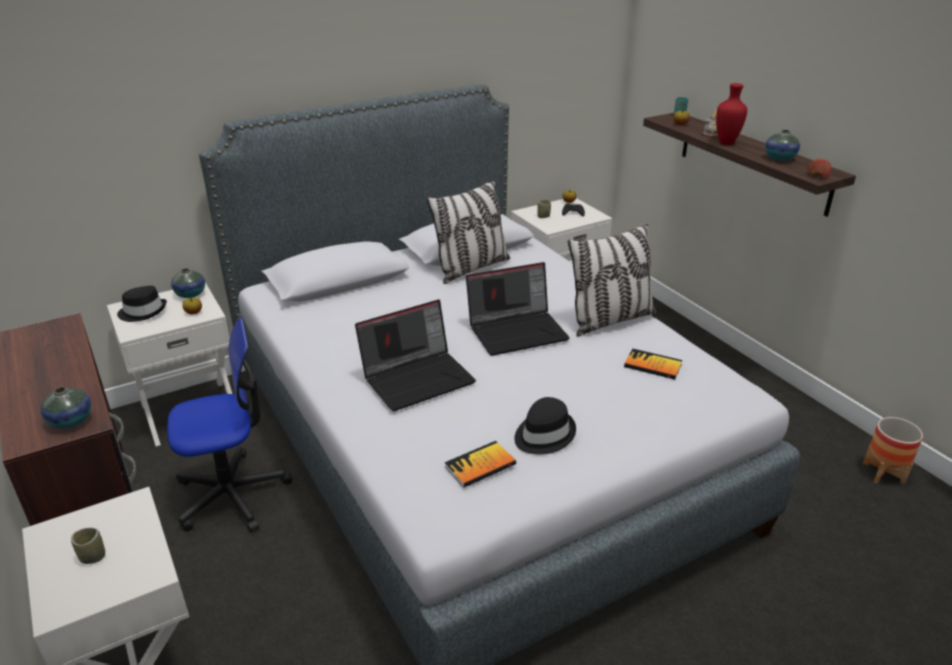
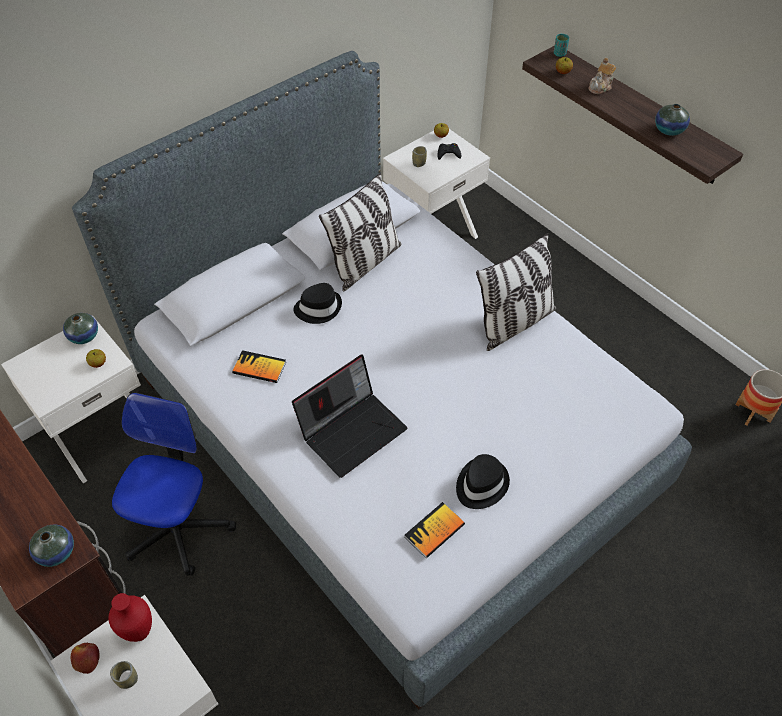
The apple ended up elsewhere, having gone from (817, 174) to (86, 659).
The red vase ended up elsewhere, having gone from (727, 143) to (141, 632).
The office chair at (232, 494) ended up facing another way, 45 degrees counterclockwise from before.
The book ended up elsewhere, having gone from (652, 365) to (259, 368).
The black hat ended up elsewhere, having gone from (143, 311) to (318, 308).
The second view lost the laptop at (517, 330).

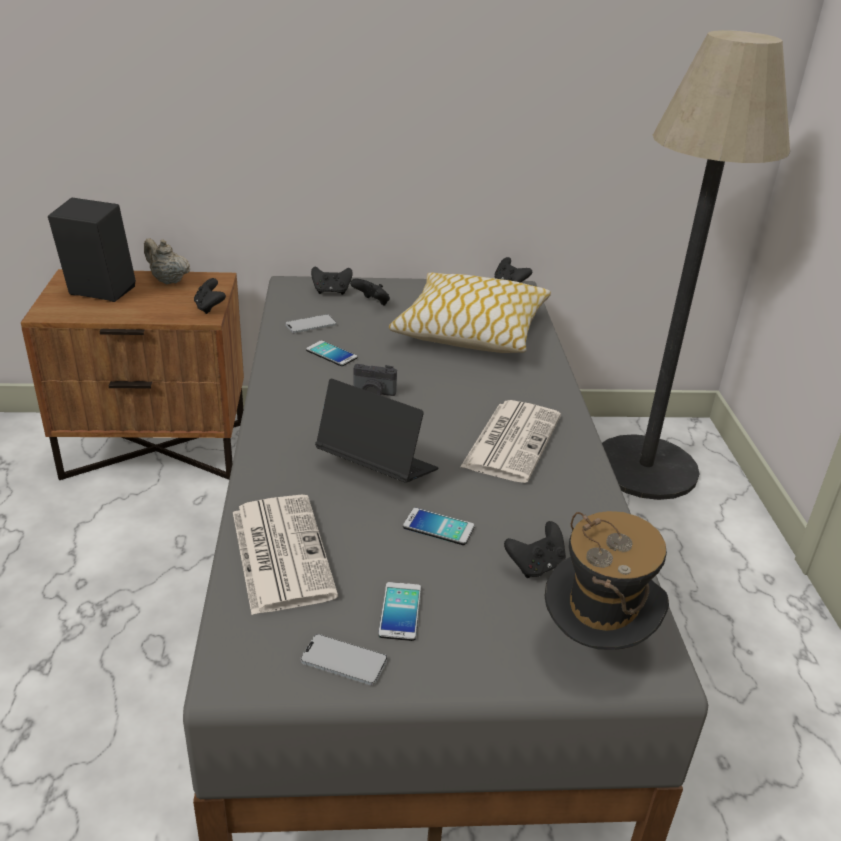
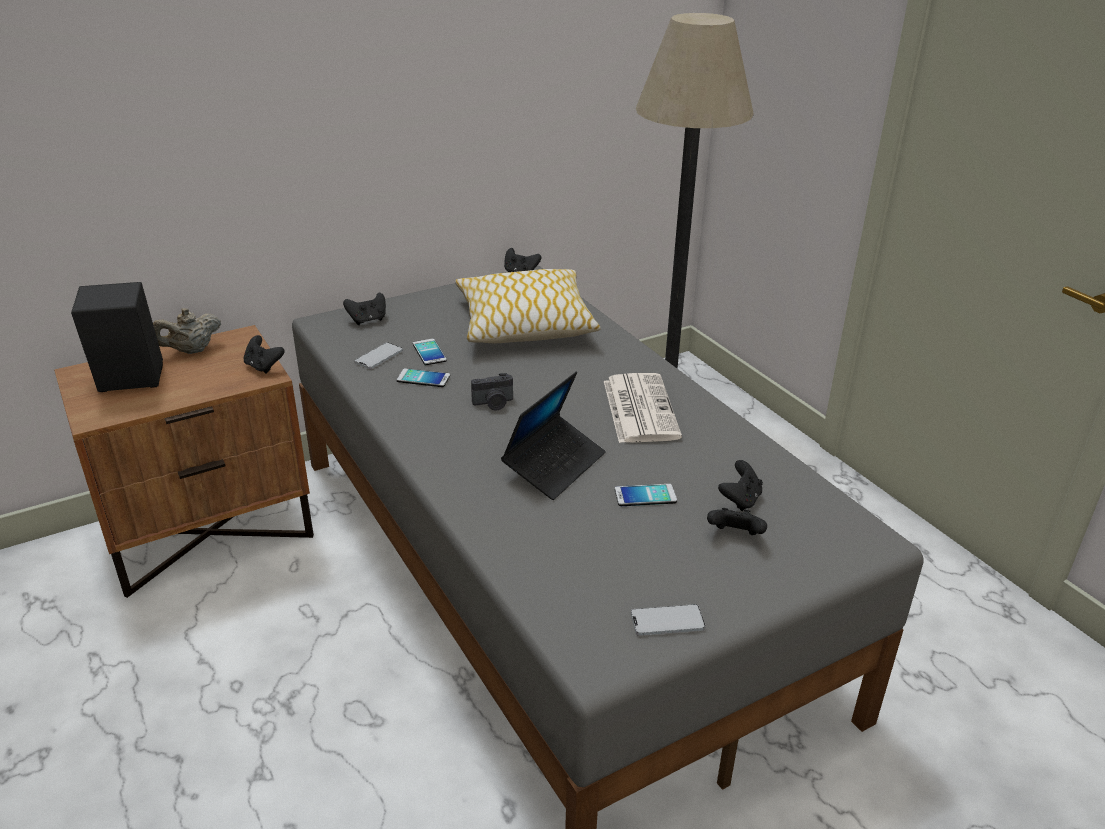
The beige teapot at (167, 280) ended up facing another way, 45 degrees counterclockwise from before.
The phone ended up elsewhere, having gone from (400, 611) to (429, 352).
The laptop at (376, 468) ended up facing another way, 120 degrees clockwise from before.
The black game controller ended up elsewhere, having gone from (372, 303) to (735, 536).
The second view lost the newspaper at (280, 552).
The second view lost the hat at (595, 647).

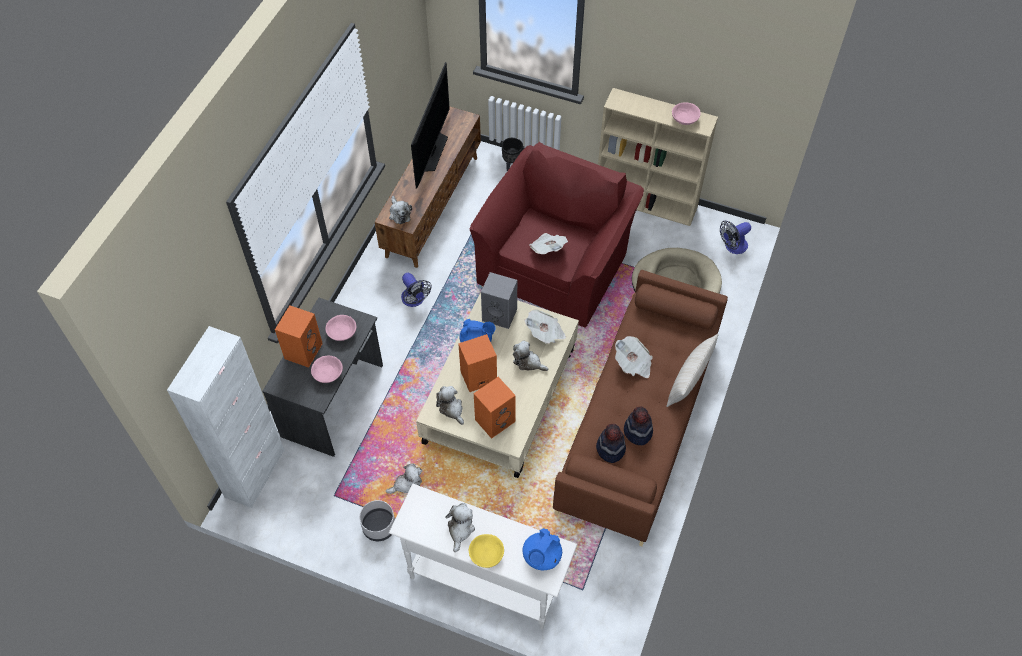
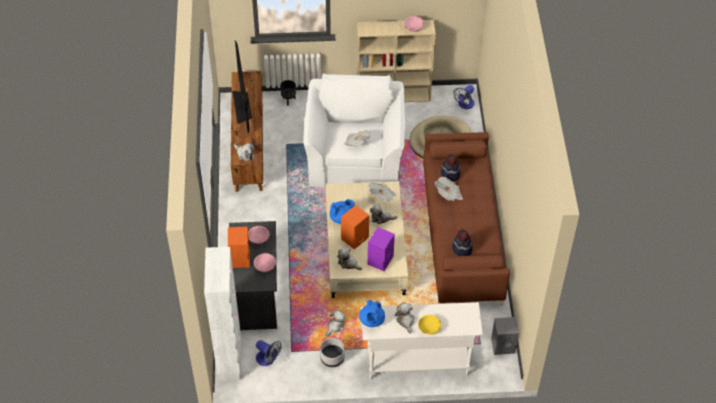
The fan ended up elsewhere, having gone from (415, 300) to (268, 359).
What was the red armchair at (556, 262) turned into the white armchair at (354, 154).
The blue teapot ended up elsewhere, having gone from (541, 557) to (372, 321).
What was the orange speaker at (495, 419) turned into the purple speaker at (380, 259).
The hat ended up elsewhere, having gone from (637, 431) to (450, 174).
The grey speaker ended up elsewhere, having gone from (500, 314) to (503, 345).
The second view lost the beige pillow at (689, 379).

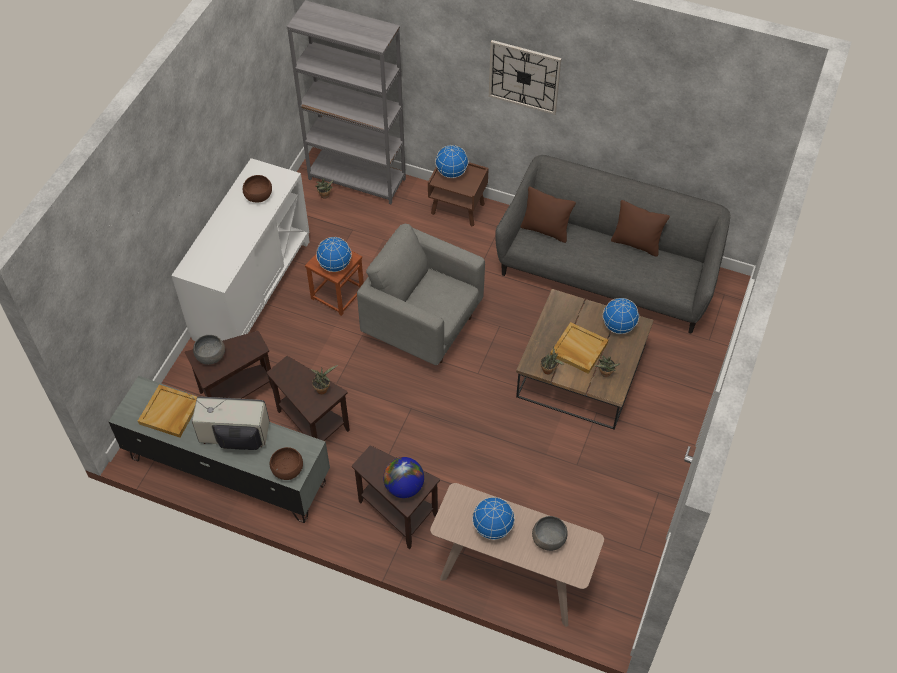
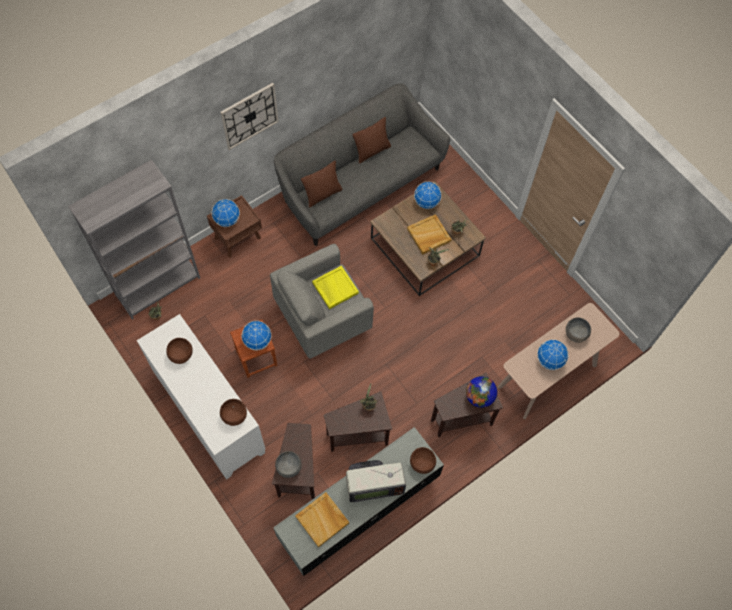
The second view gained the brown bowl at (234, 415).
The second view gained the yellow tray at (335, 288).
The television at (235, 437) ended up facing another way, 135 degrees counterclockwise from before.

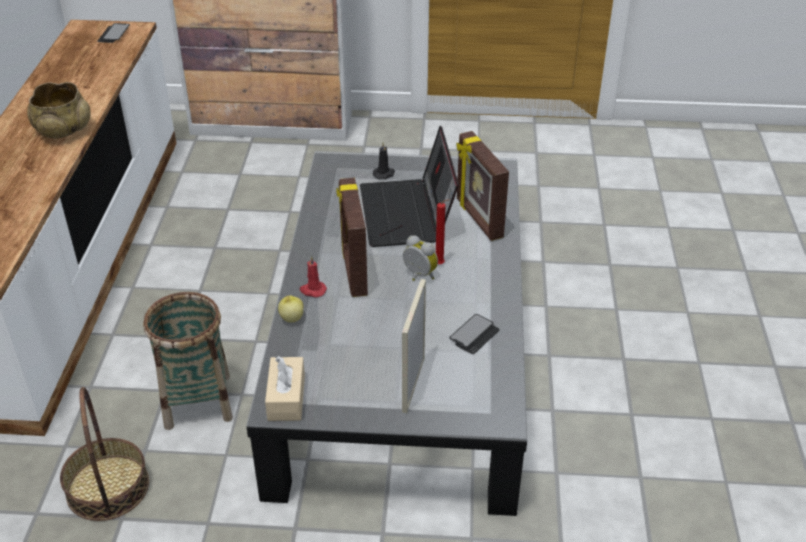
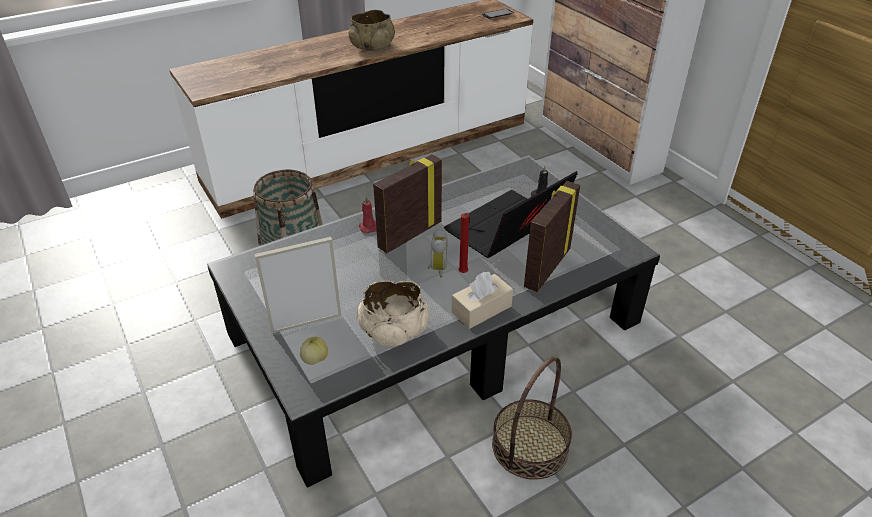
The apple ended up elsewhere, having gone from (291, 318) to (315, 359).
Where the phone stood at (474, 335), the beige bowl came to stand at (394, 330).
The beige tissue box ended up elsewhere, having gone from (286, 397) to (481, 309).
The basket ended up elsewhere, having gone from (108, 487) to (530, 446).

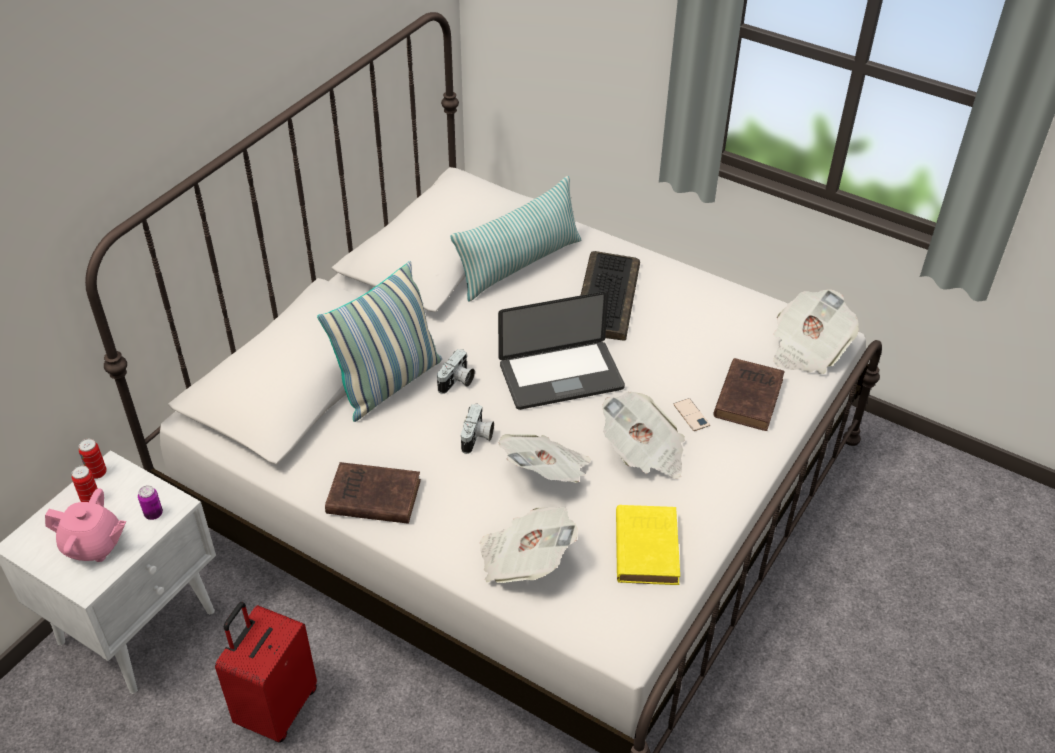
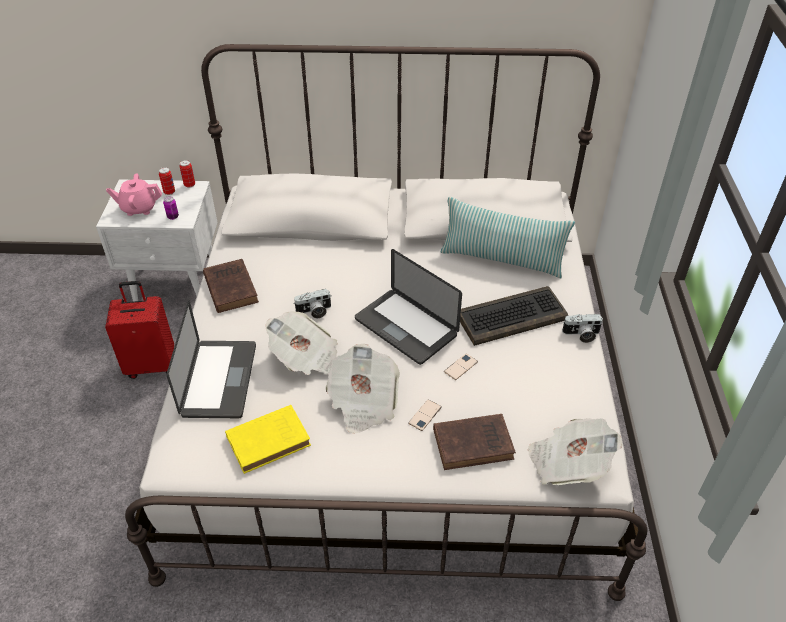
The pink teapot at (93, 545) ended up facing another way, 105 degrees clockwise from before.
Where the newspaper stood at (524, 560), the laptop came to stand at (219, 380).
The second view gained the phone at (460, 367).
The photo camera ended up elsewhere, having gone from (457, 382) to (581, 335).
The second view lost the pillow at (389, 383).

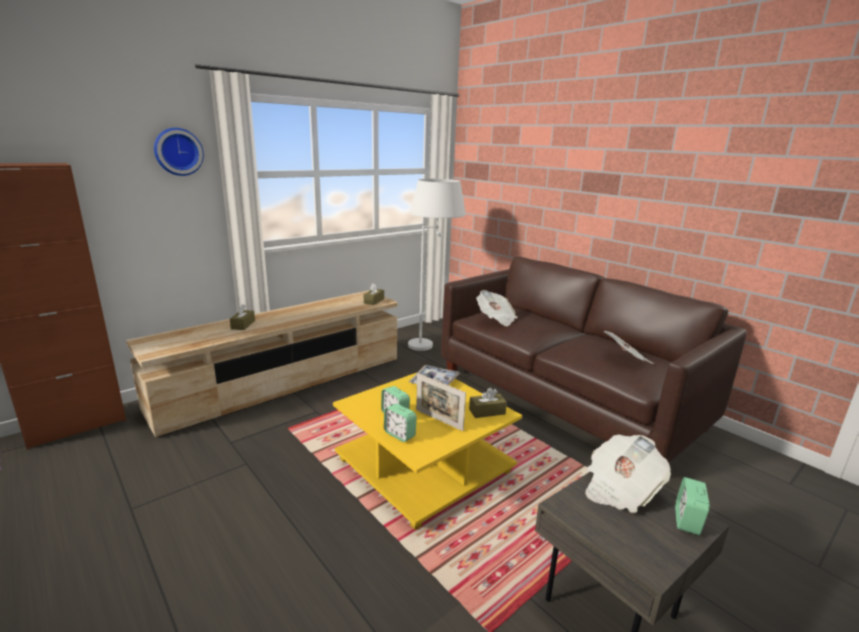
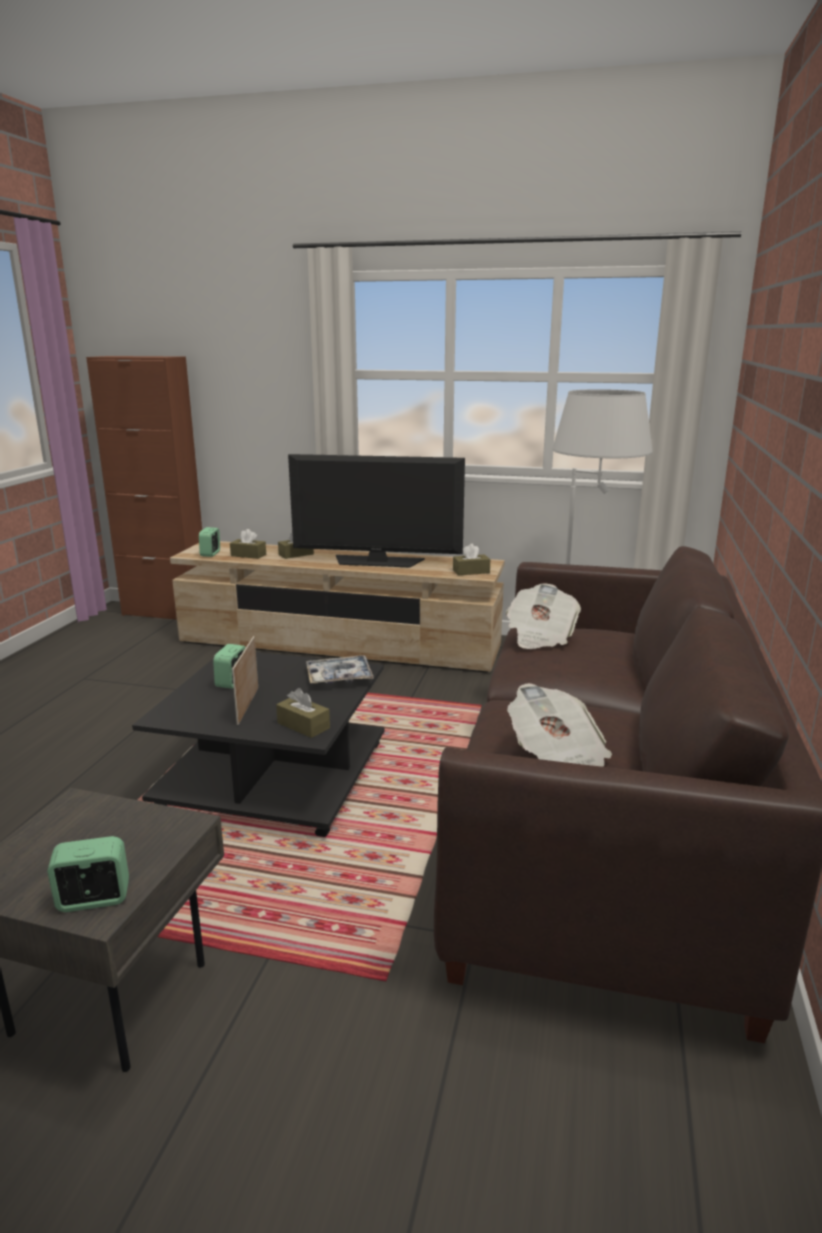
What was the yellow coffee table at (426, 466) turned into the black coffee table at (275, 777).
The alarm clock ended up elsewhere, having gone from (399, 434) to (210, 554).
The second view gained the brown tissue box at (248, 555).
The second view gained the television at (377, 561).
The second view lost the wall clock at (178, 151).
The second view lost the newspaper at (619, 489).

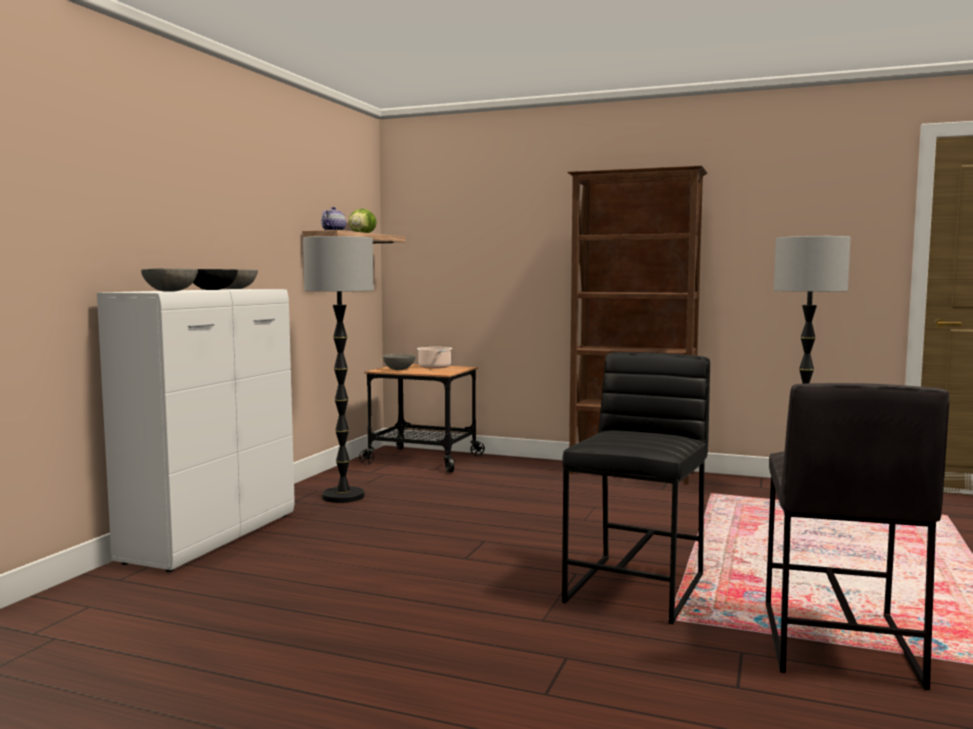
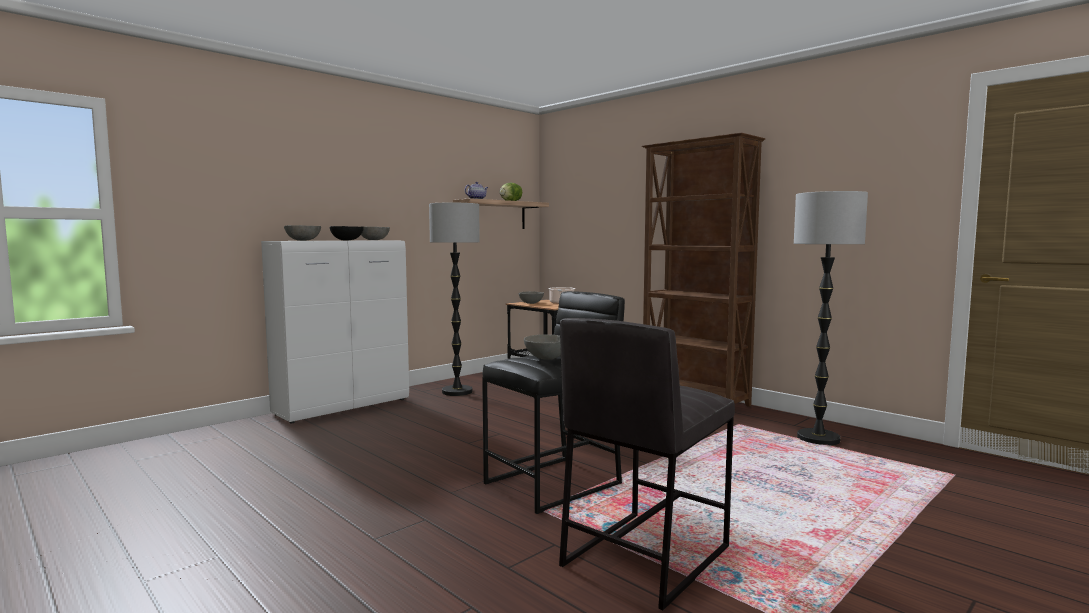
The second view gained the grey bowl at (546, 358).

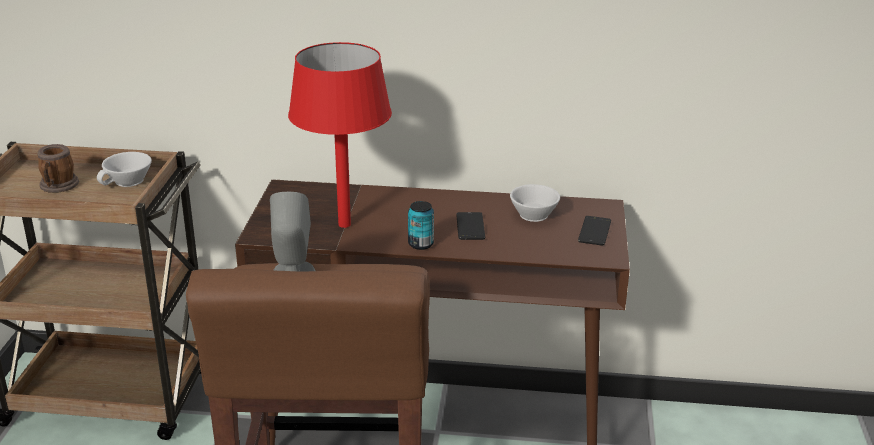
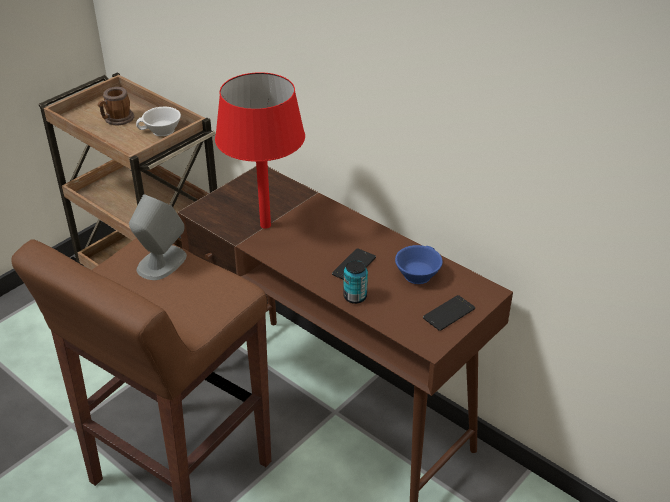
The can ended up elsewhere, having gone from (420, 244) to (355, 297).
What was the white cup at (531, 214) turned into the blue cup at (416, 273).

